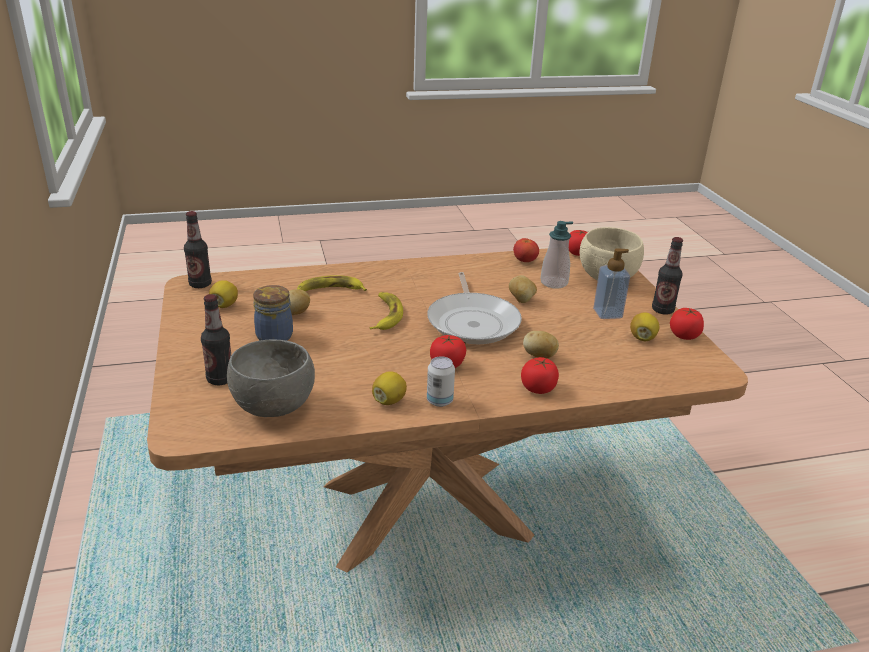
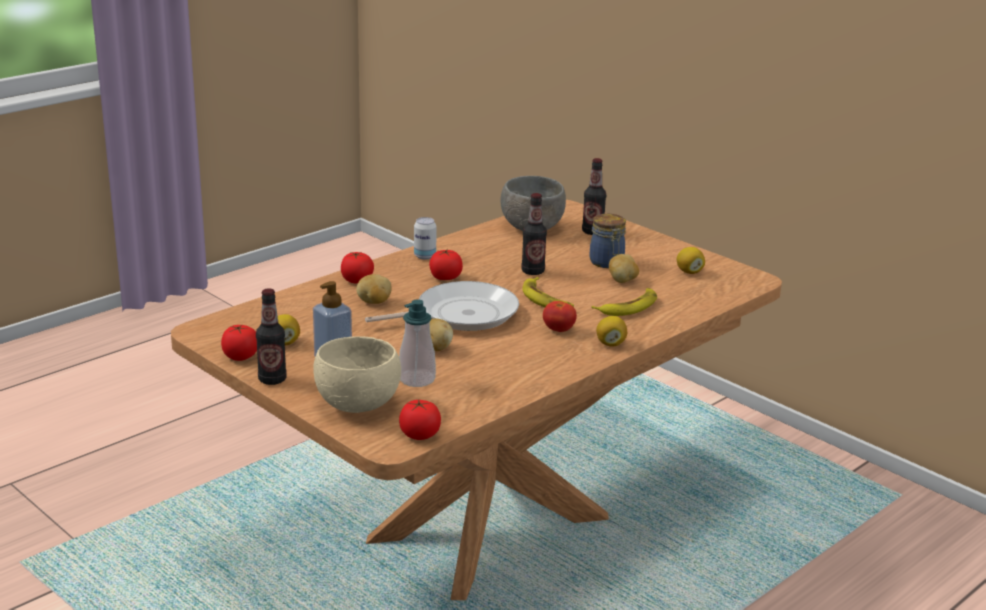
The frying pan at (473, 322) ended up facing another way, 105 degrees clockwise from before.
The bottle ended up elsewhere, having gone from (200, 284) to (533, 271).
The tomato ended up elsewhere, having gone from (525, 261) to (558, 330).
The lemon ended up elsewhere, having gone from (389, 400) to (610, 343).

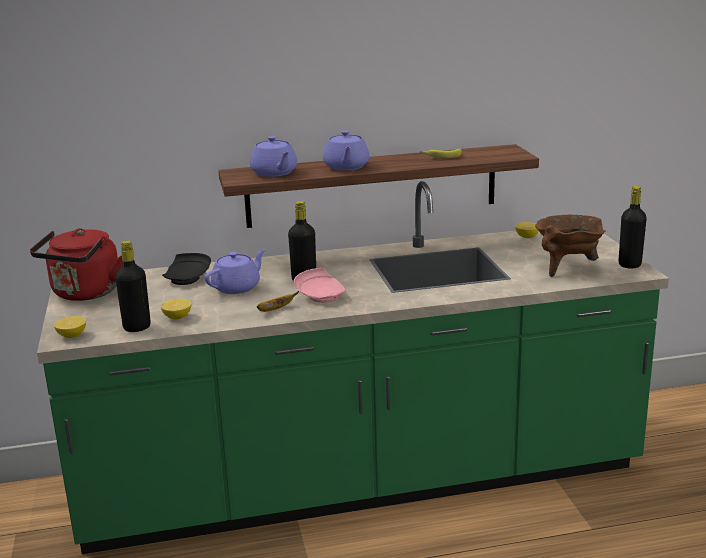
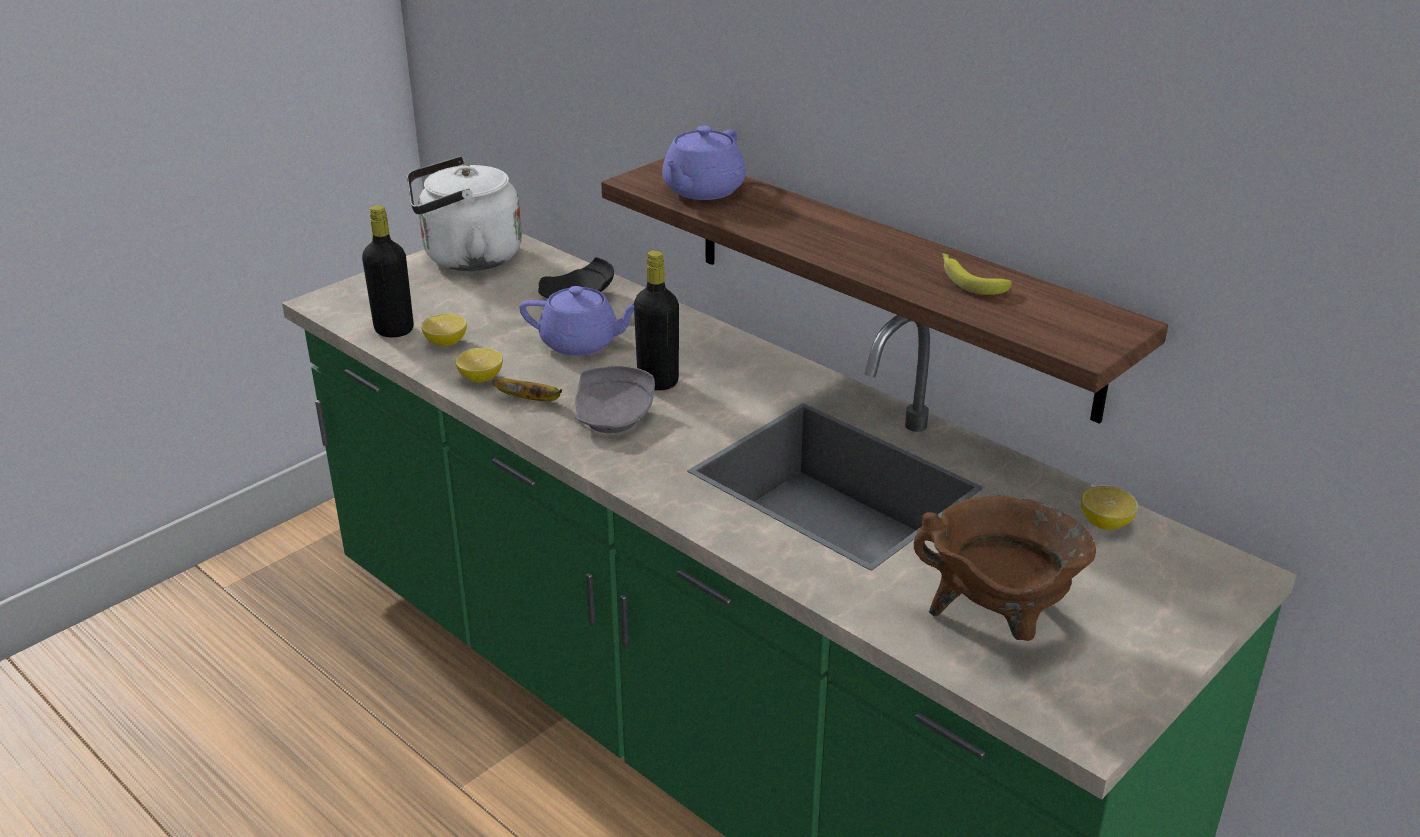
What was the red kettle at (84, 294) turned into the white kettle at (466, 258).
The lemon ended up elsewhere, having gone from (72, 335) to (481, 378).
What was the pink plate at (321, 295) turned into the grey plate at (614, 416).
The second view lost the purple teapot at (346, 167).
The second view lost the black bottle at (629, 265).

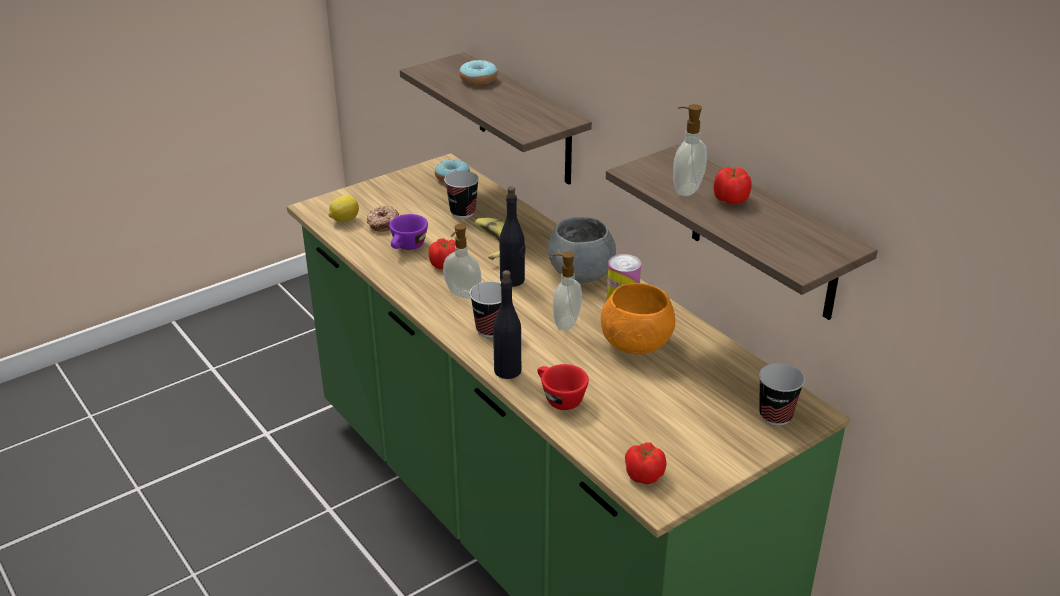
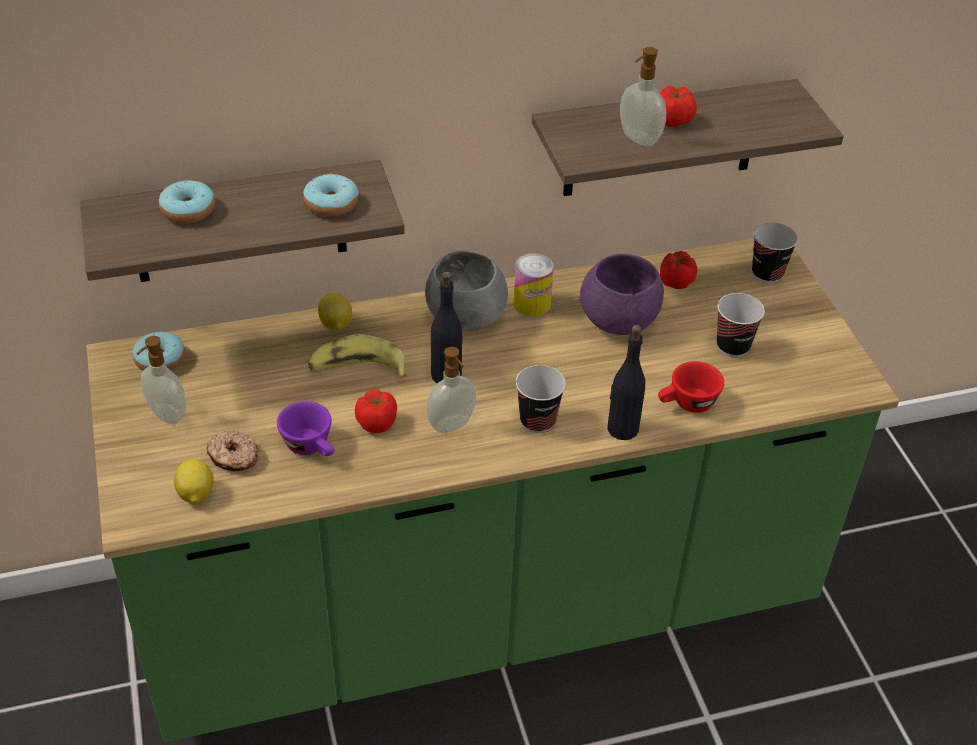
The soap dispenser ended up elsewhere, having gone from (565, 323) to (166, 415).
The second view gained the donut at (331, 204).
The second view gained the lemon at (335, 325).
What was the orange bowl at (635, 344) turned into the purple bowl at (618, 321).
The tomato ended up elsewhere, having gone from (643, 475) to (675, 282).
The cup ended up elsewhere, having gone from (463, 212) to (733, 346).

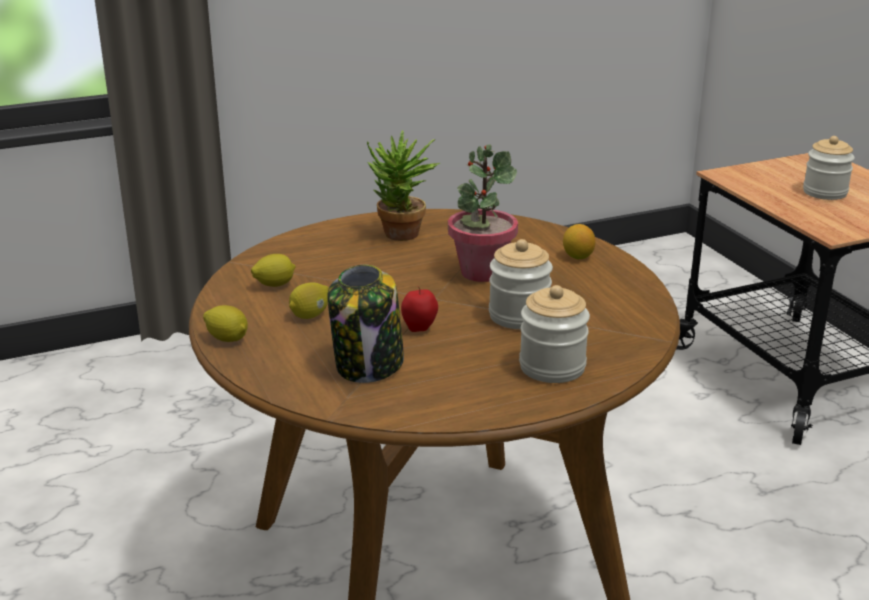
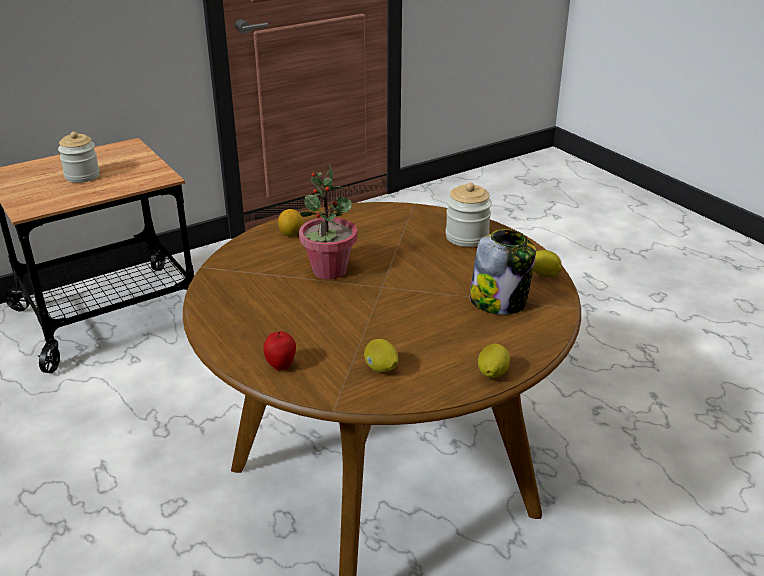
The apple ended up elsewhere, having gone from (419, 329) to (281, 365).
The lemon ended up elsewhere, having gone from (310, 315) to (543, 275).
The second view lost the potted plant at (401, 237).
The second view lost the jar at (519, 316).

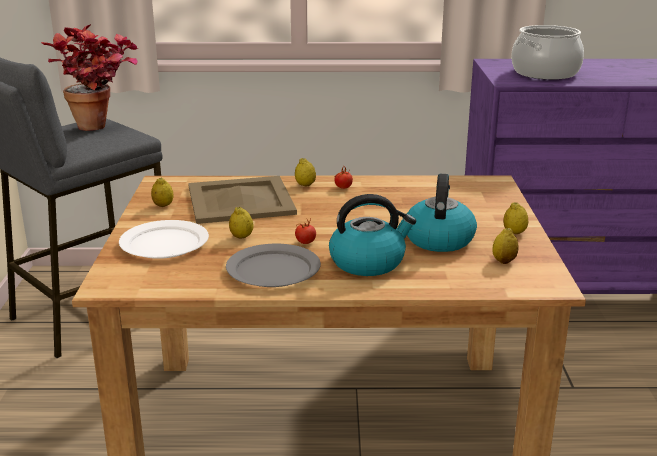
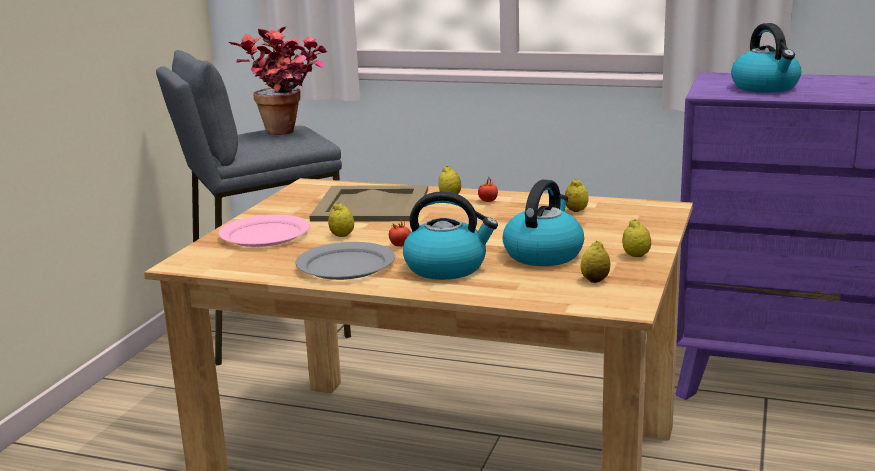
What was the white plate at (165, 243) turned into the pink plate at (265, 235).
The lemon ended up elsewhere, having gone from (163, 205) to (576, 211).
Where the cooking pot stood at (545, 73), the kettle came to stand at (766, 87).

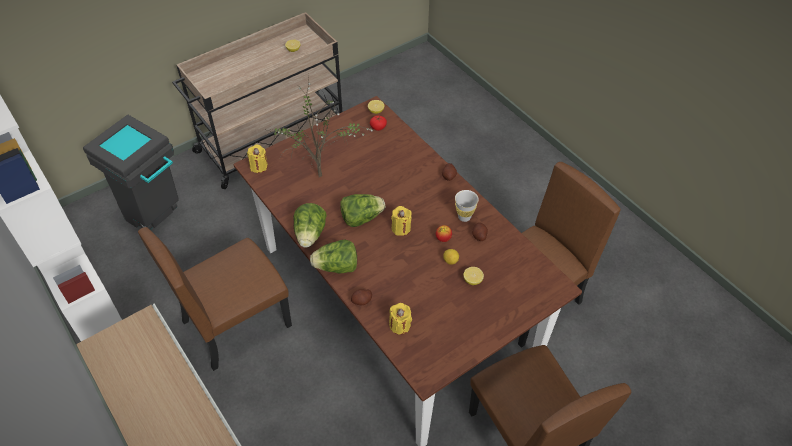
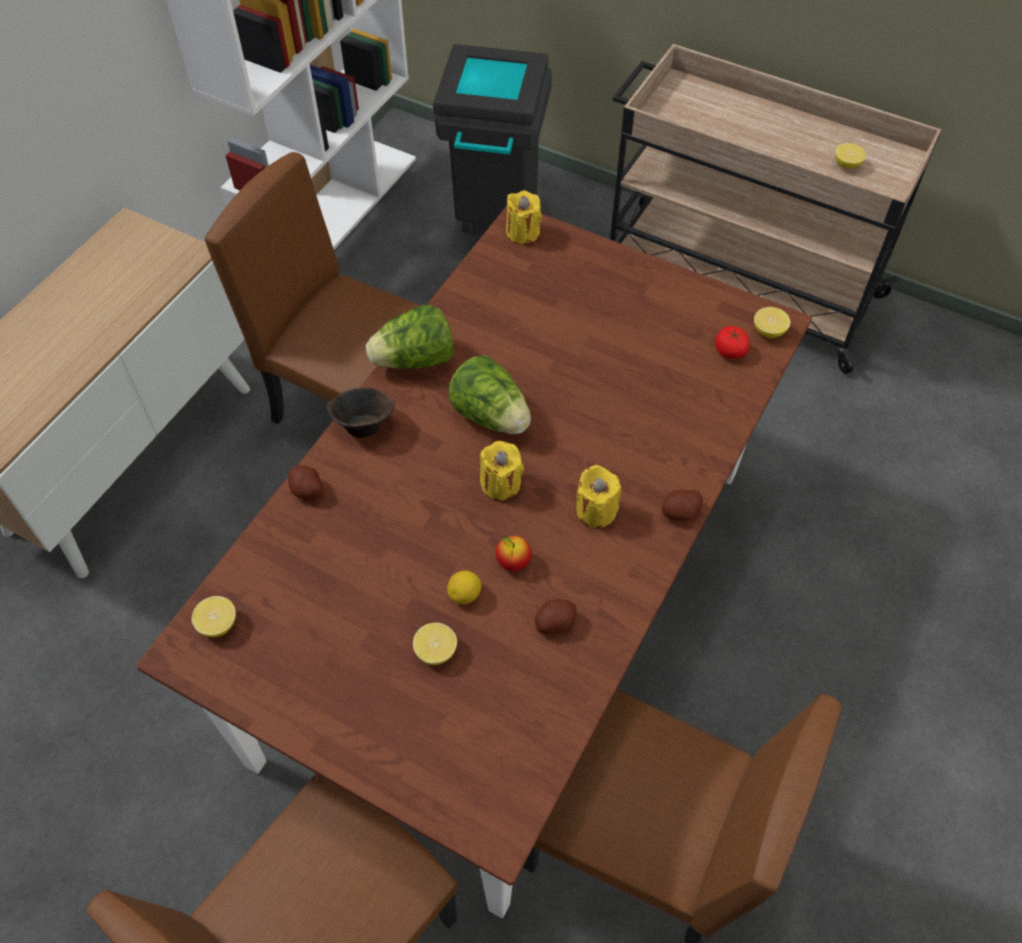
The second view gained the lemon at (218, 624).
Where the lettuce stood at (336, 267), the brown bowl came to stand at (363, 425).
The yellow candle ended up elsewhere, having gone from (400, 325) to (596, 510).
The second view lost the potted plant at (323, 177).
The second view lost the white cup at (464, 217).

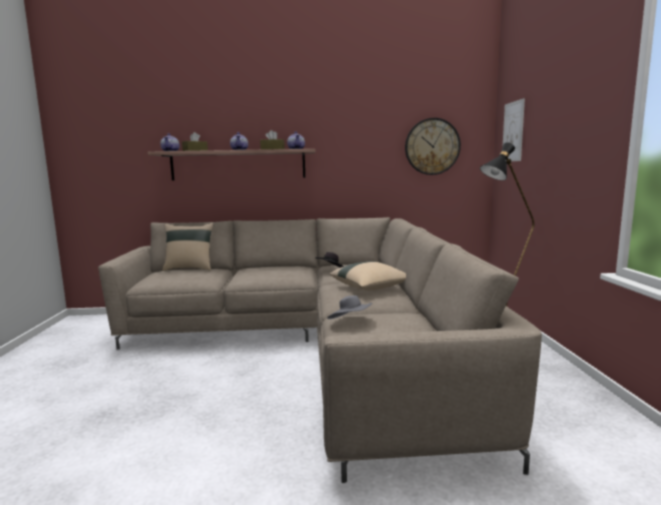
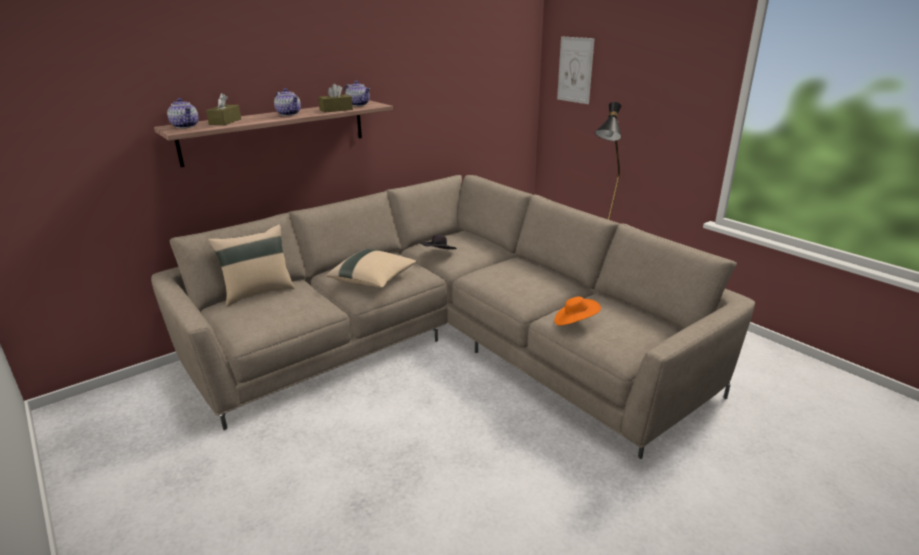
The beige pillow ended up elsewhere, having gone from (370, 288) to (373, 280).
What was the grey hat at (350, 322) turned into the orange hat at (575, 322).
The second view lost the wall clock at (432, 146).

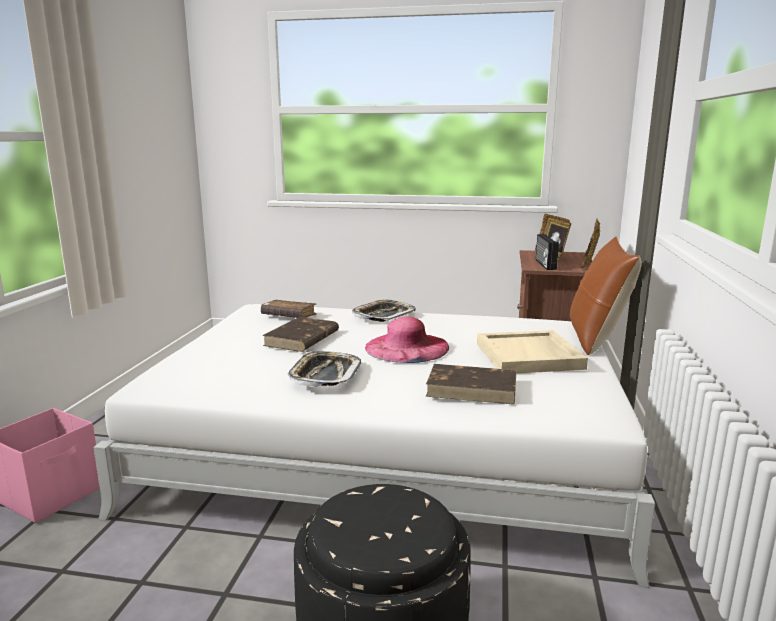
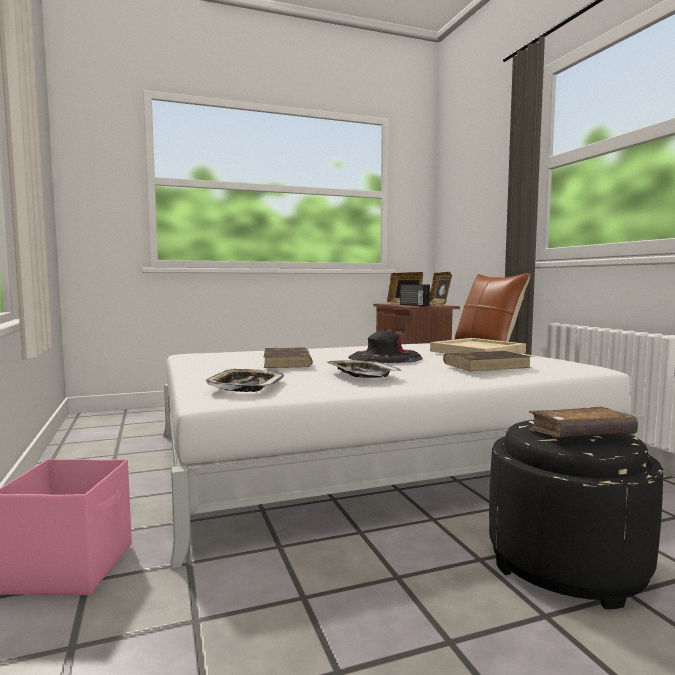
The tray ended up elsewhere, having gone from (383, 315) to (246, 386).
What was the pink hat at (407, 347) turned into the black hat at (385, 357).
The brown book ended up elsewhere, having gone from (289, 316) to (580, 435).

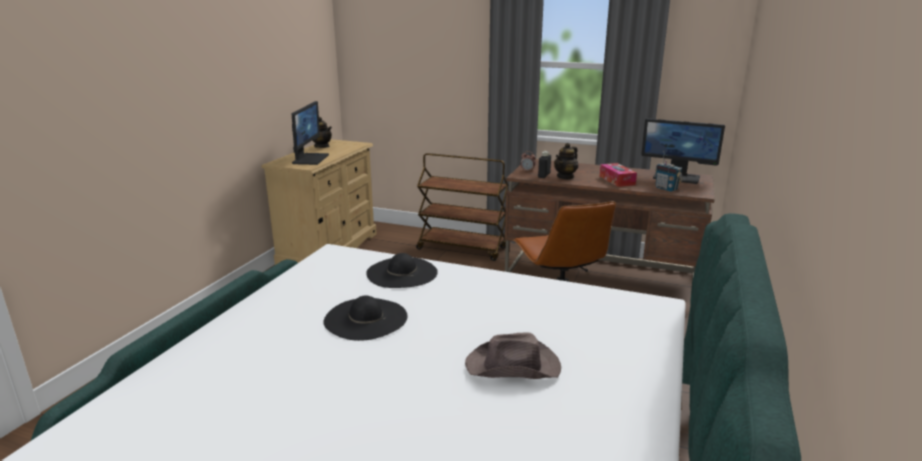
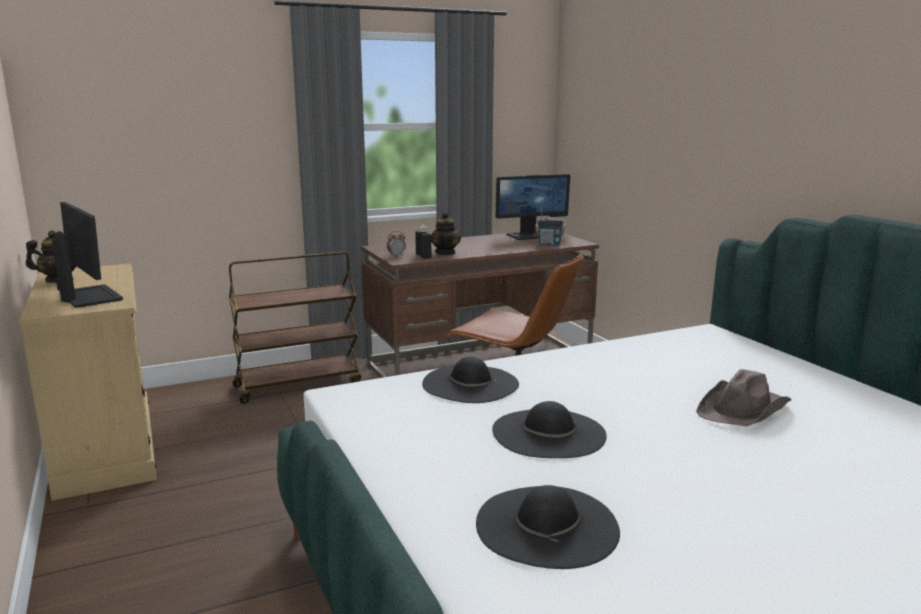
The second view gained the black hat at (547, 525).
The second view lost the tissue box at (617, 180).

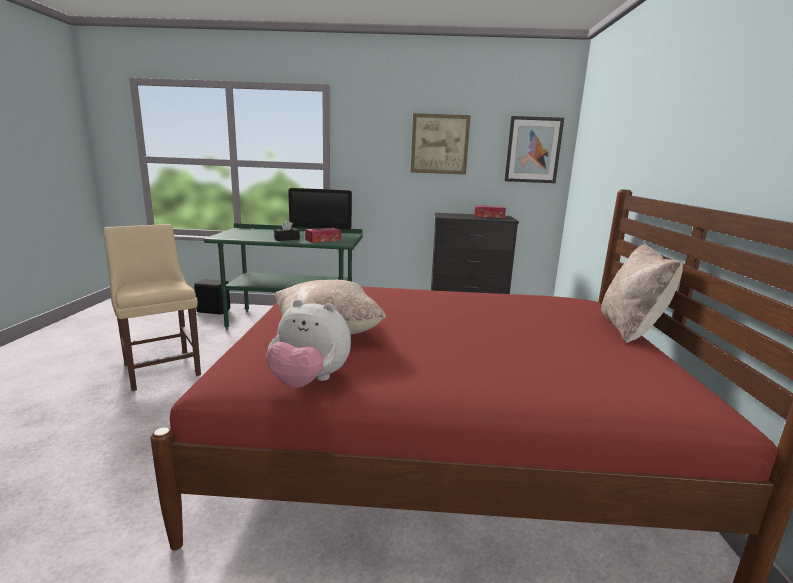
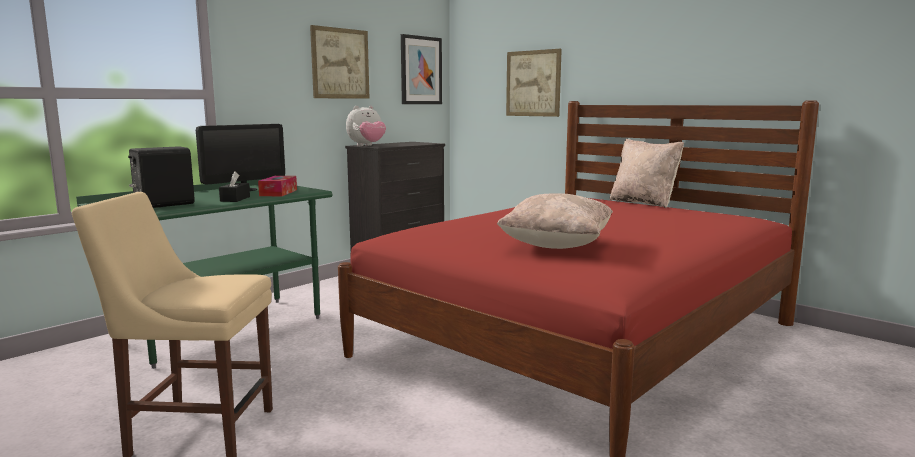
The black speaker ended up elsewhere, having gone from (213, 311) to (163, 205).
The plush toy ended up elsewhere, having gone from (309, 381) to (367, 146).
The second view gained the picture at (533, 83).
The second view lost the tissue box at (489, 216).

